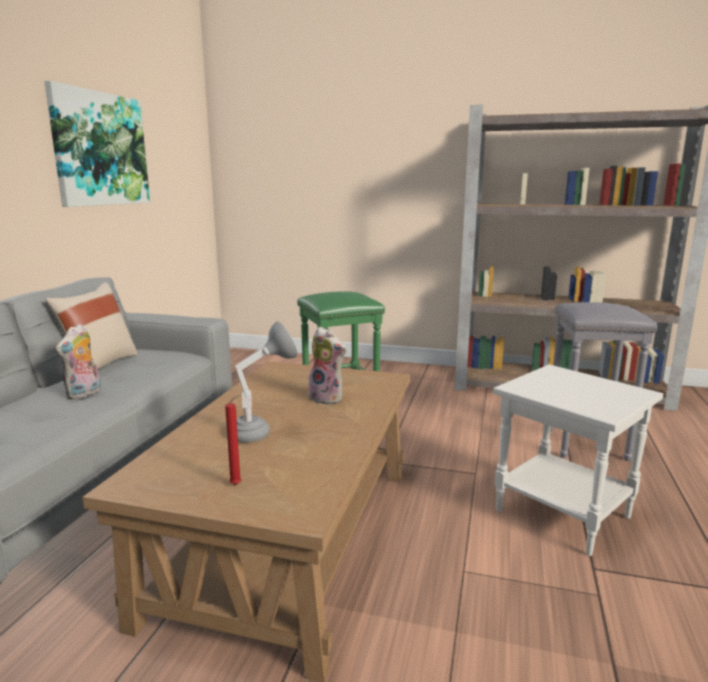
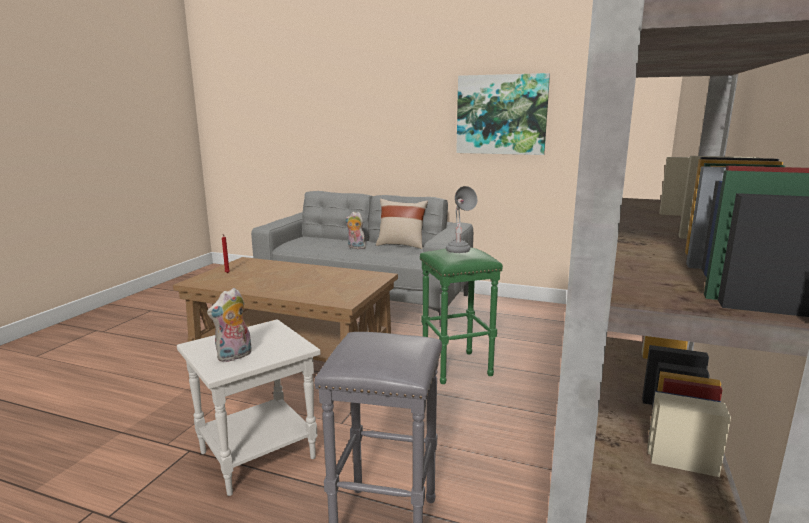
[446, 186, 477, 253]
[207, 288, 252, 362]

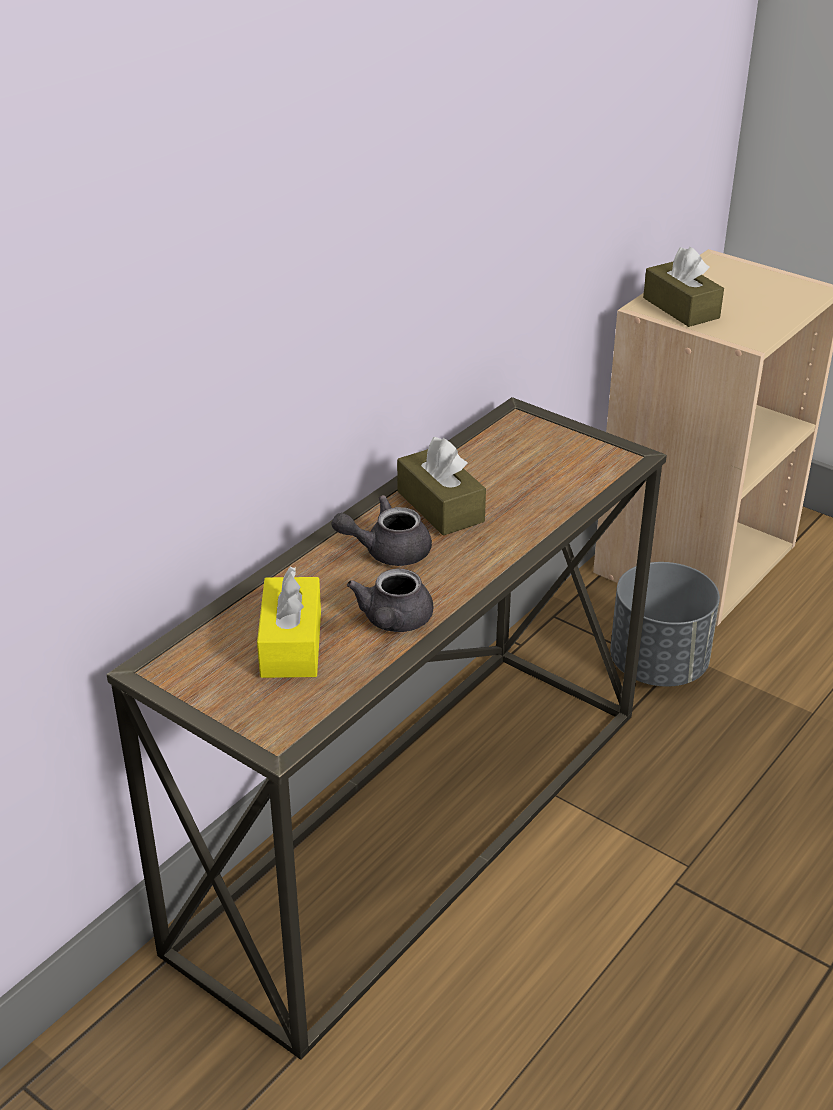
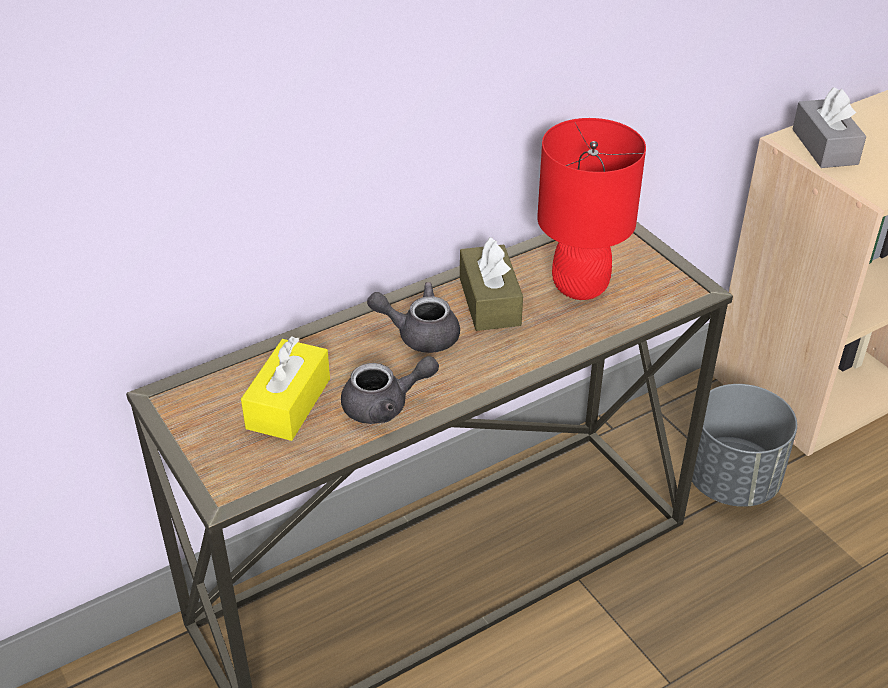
[341, 356, 439, 424]
[792, 87, 866, 168]
[537, 118, 646, 300]

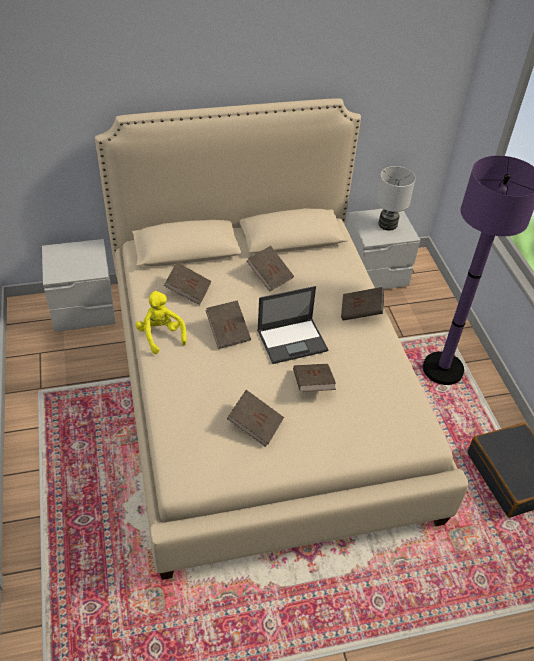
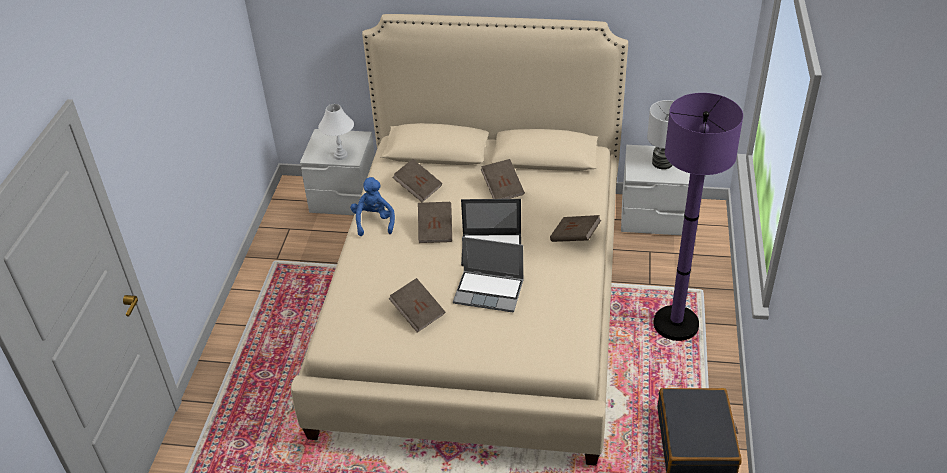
[350, 177, 395, 236]
[453, 237, 524, 312]
[318, 104, 354, 160]

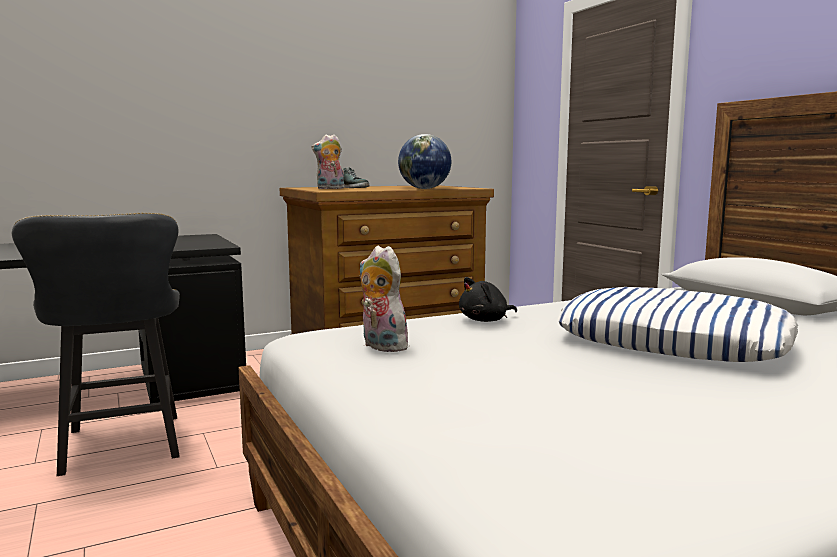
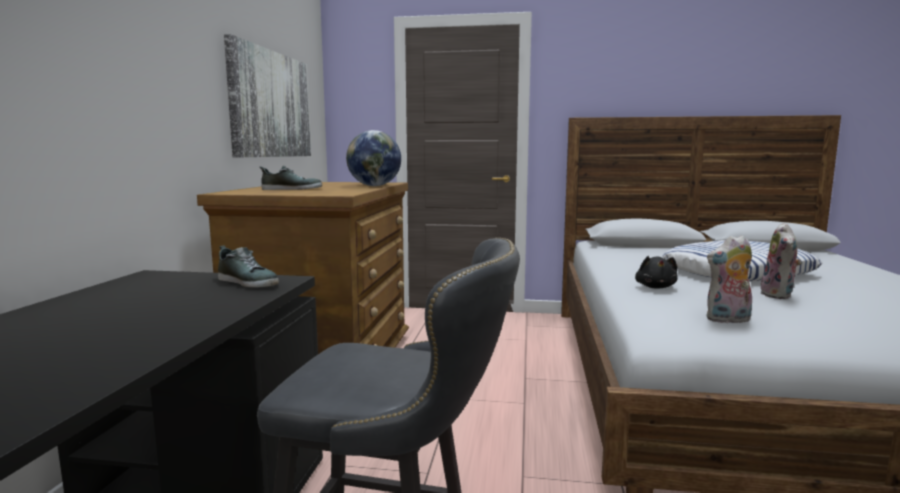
[760, 223, 802, 299]
[218, 246, 279, 288]
[224, 34, 311, 157]

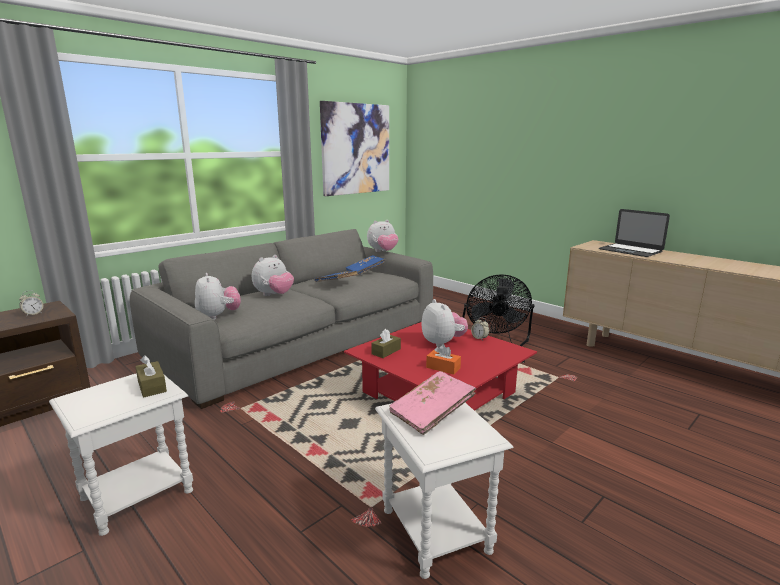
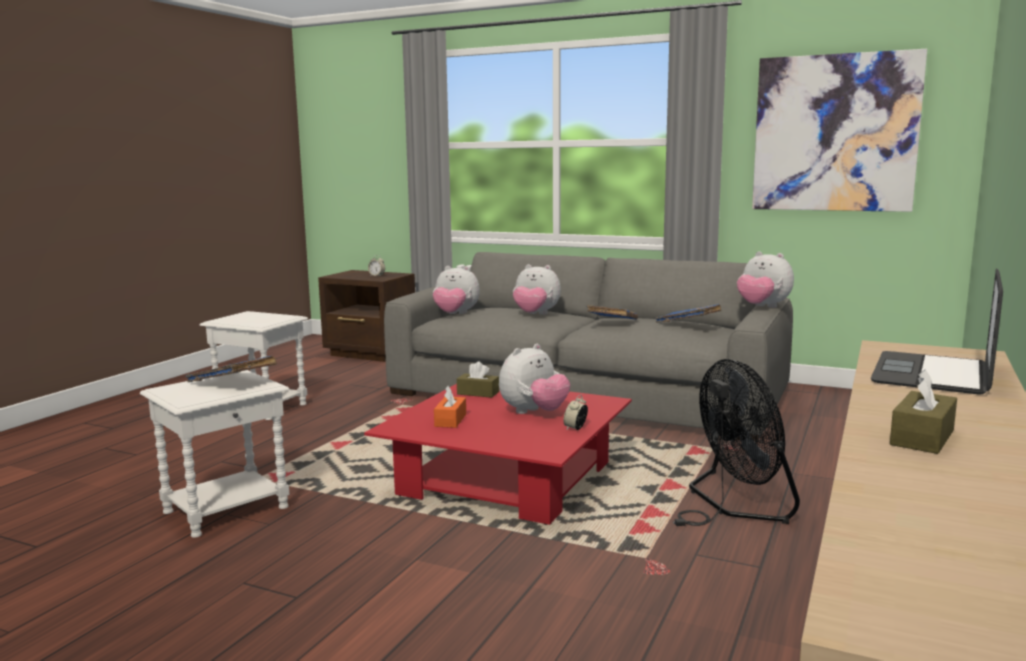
[890, 369, 957, 454]
[433, 266, 480, 314]
[185, 356, 277, 382]

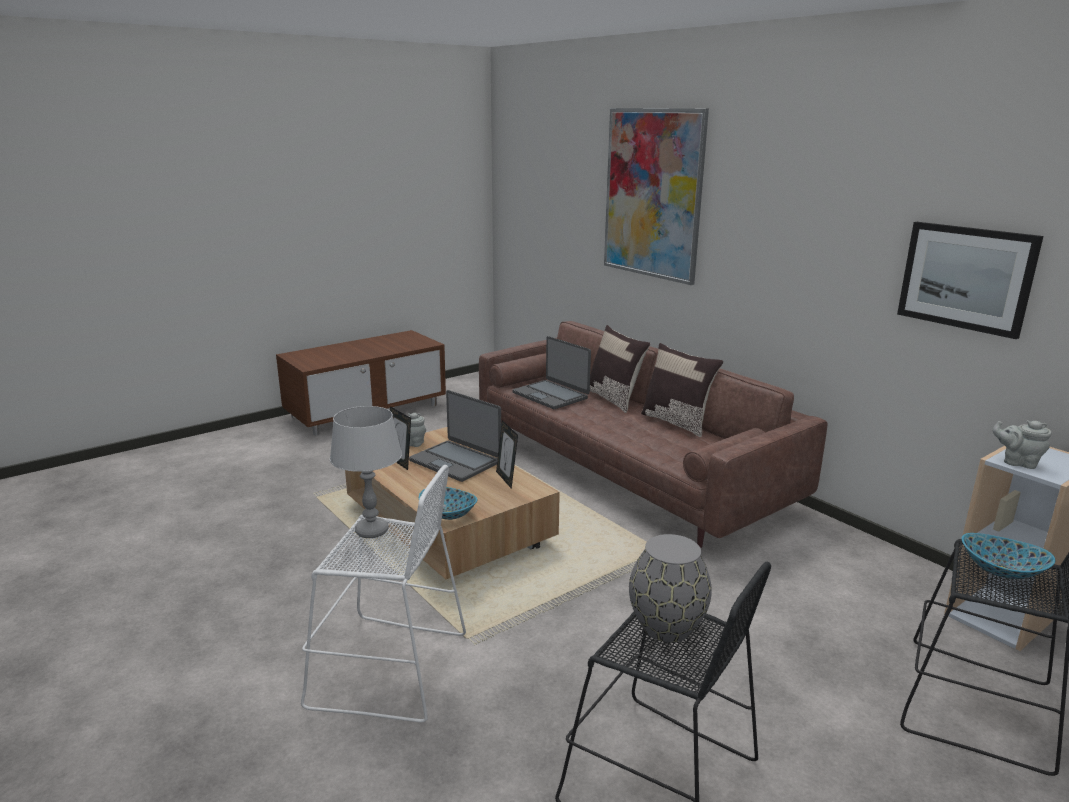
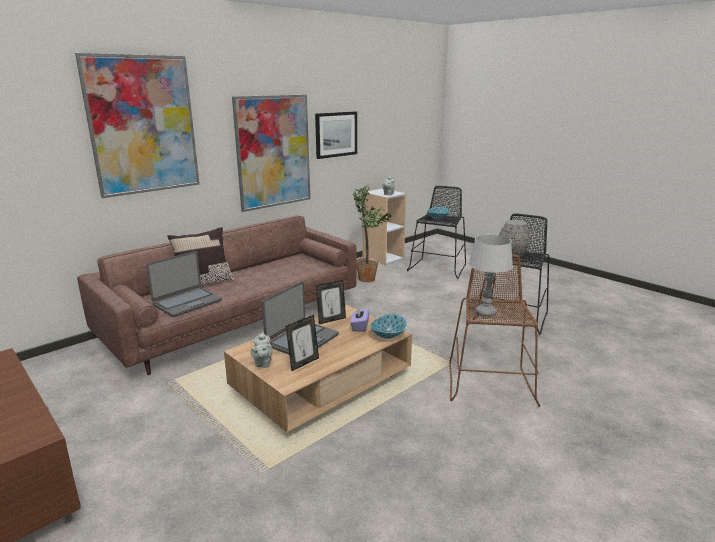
[449, 254, 540, 407]
[641, 343, 723, 437] (first image)
[232, 95, 310, 212]
[351, 306, 369, 332]
[353, 184, 392, 282]

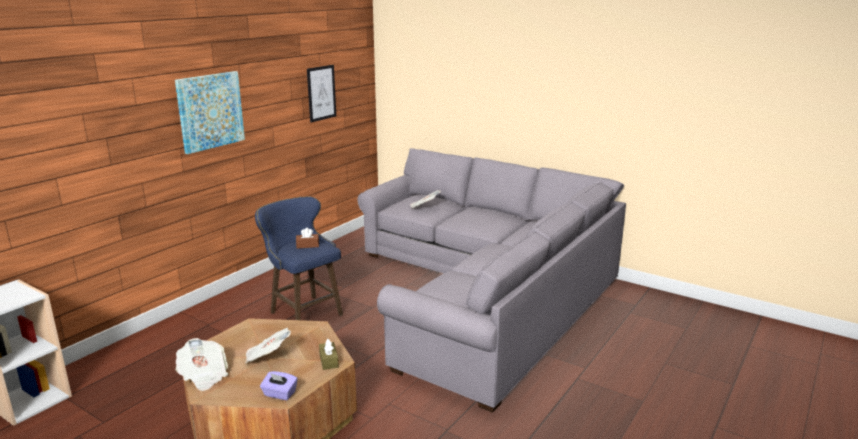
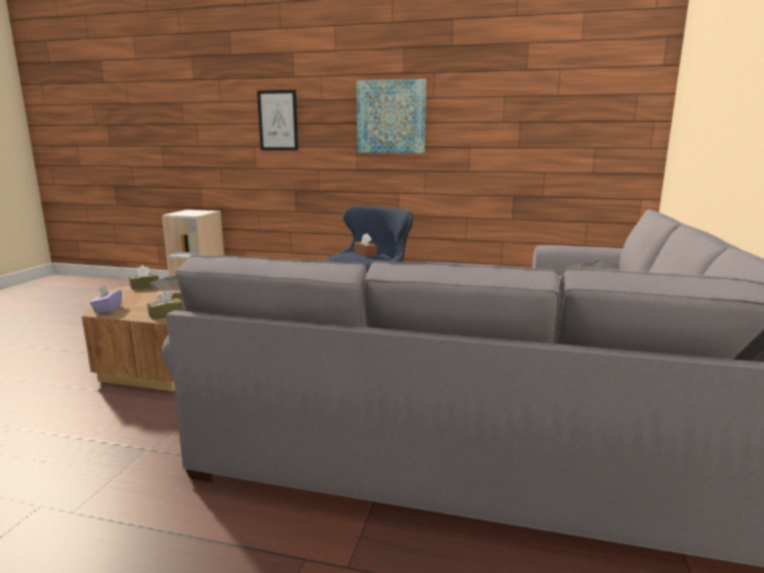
[129, 265, 159, 290]
[257, 90, 298, 151]

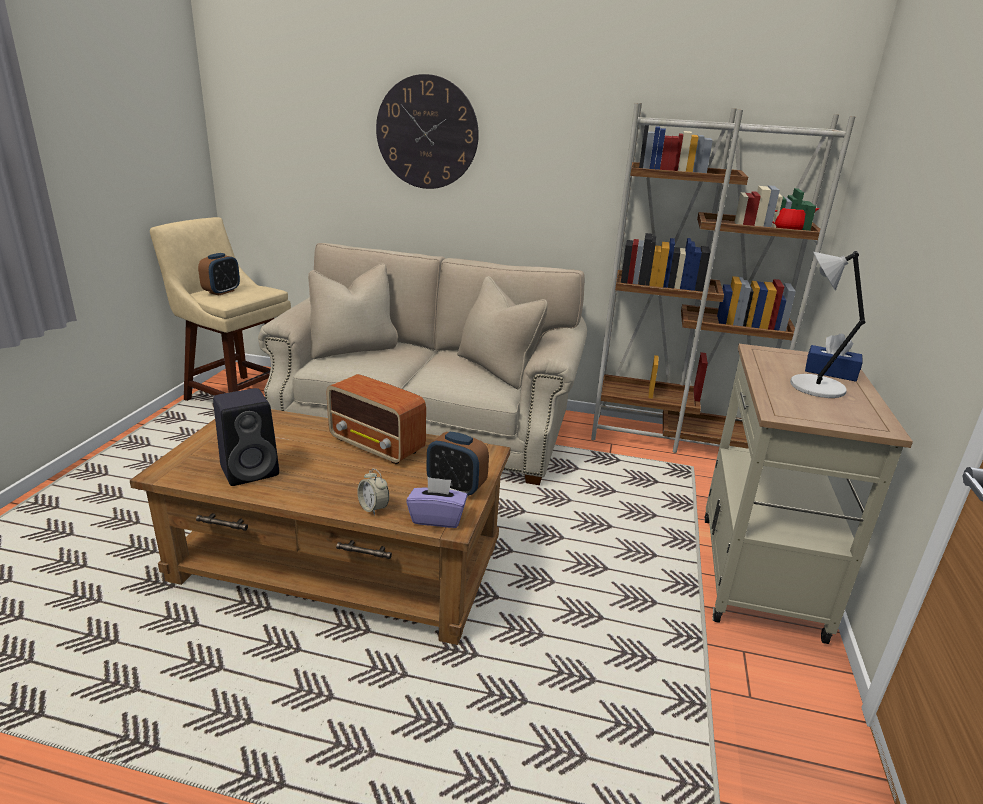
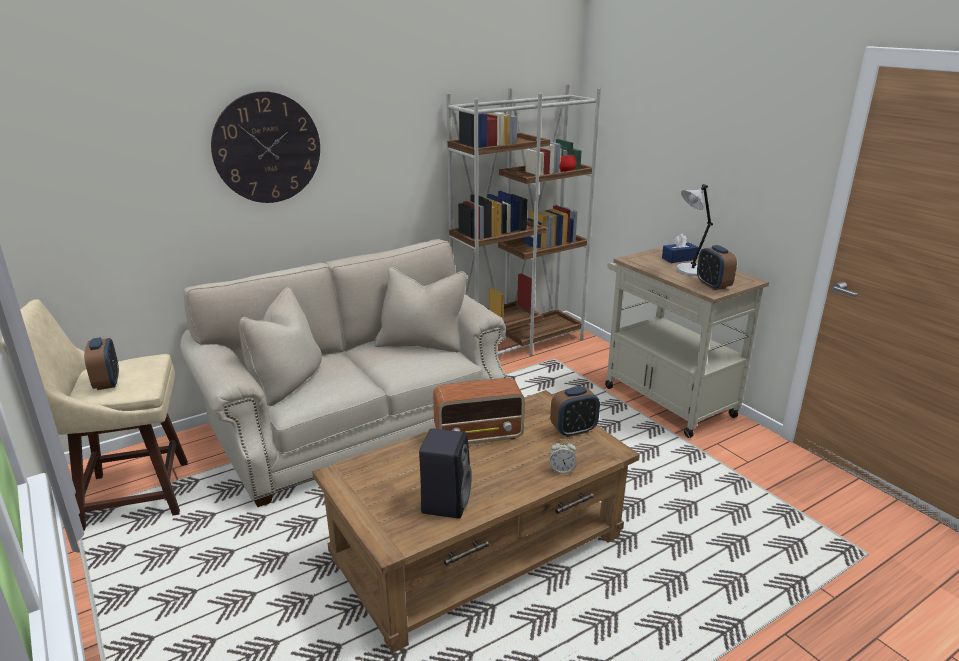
[406, 477, 468, 528] (first image)
[697, 245, 737, 290]

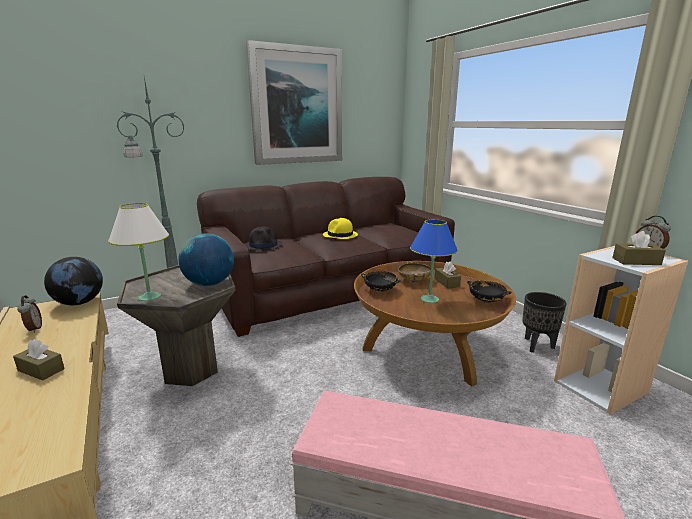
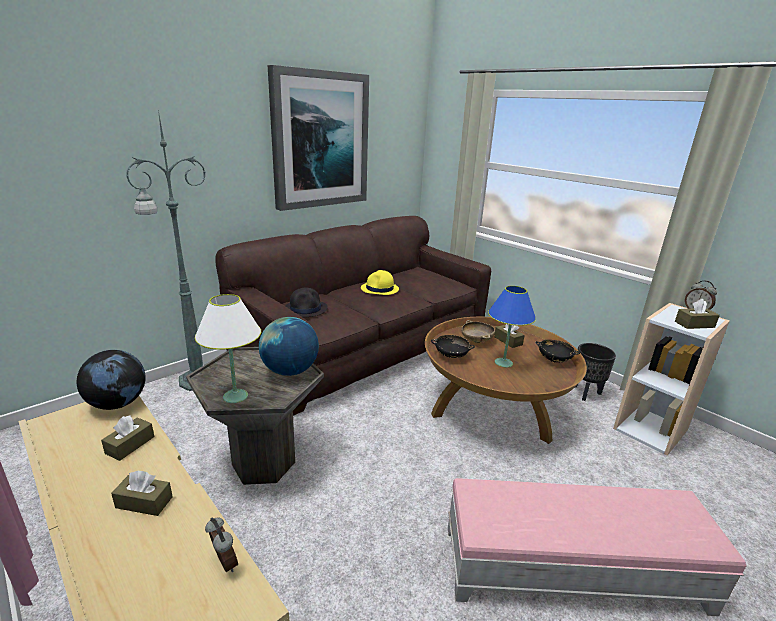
[205, 518, 238, 572]
[101, 416, 154, 461]

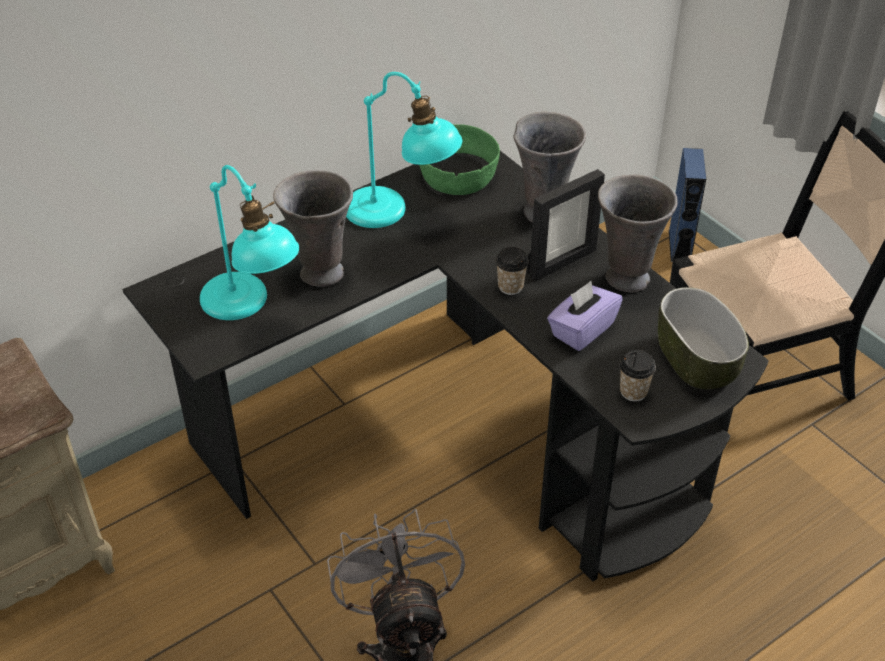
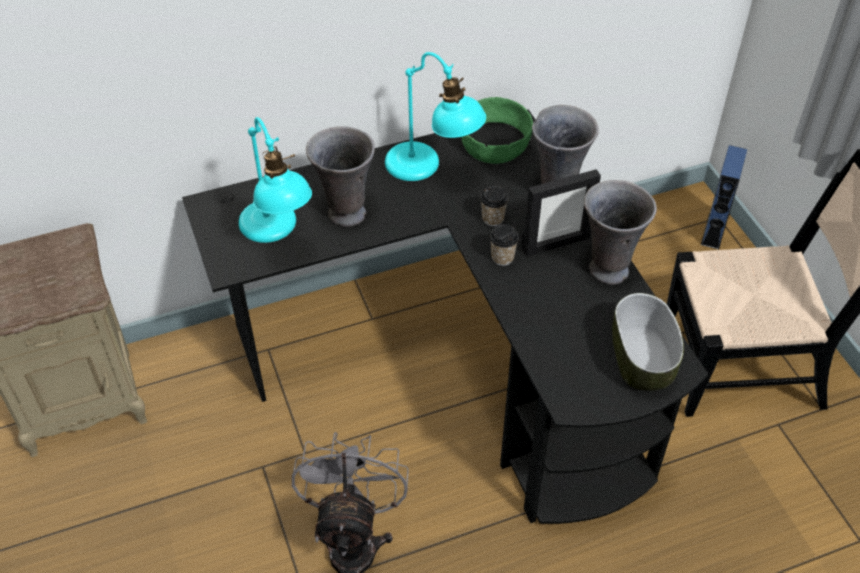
[547, 281, 623, 351] (first image)
[480, 185, 509, 226]

